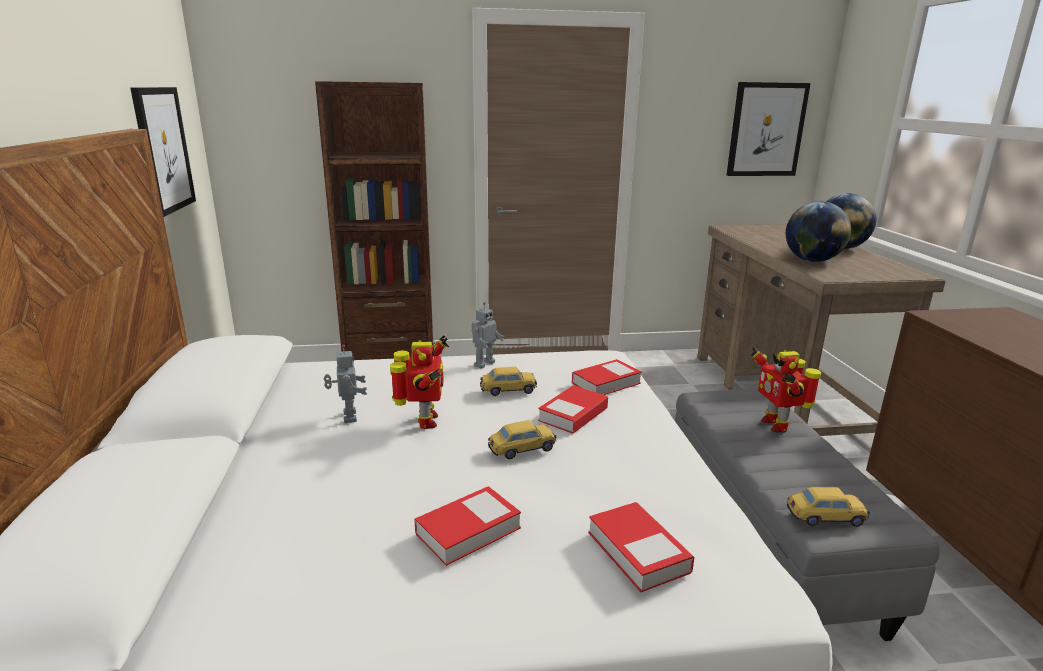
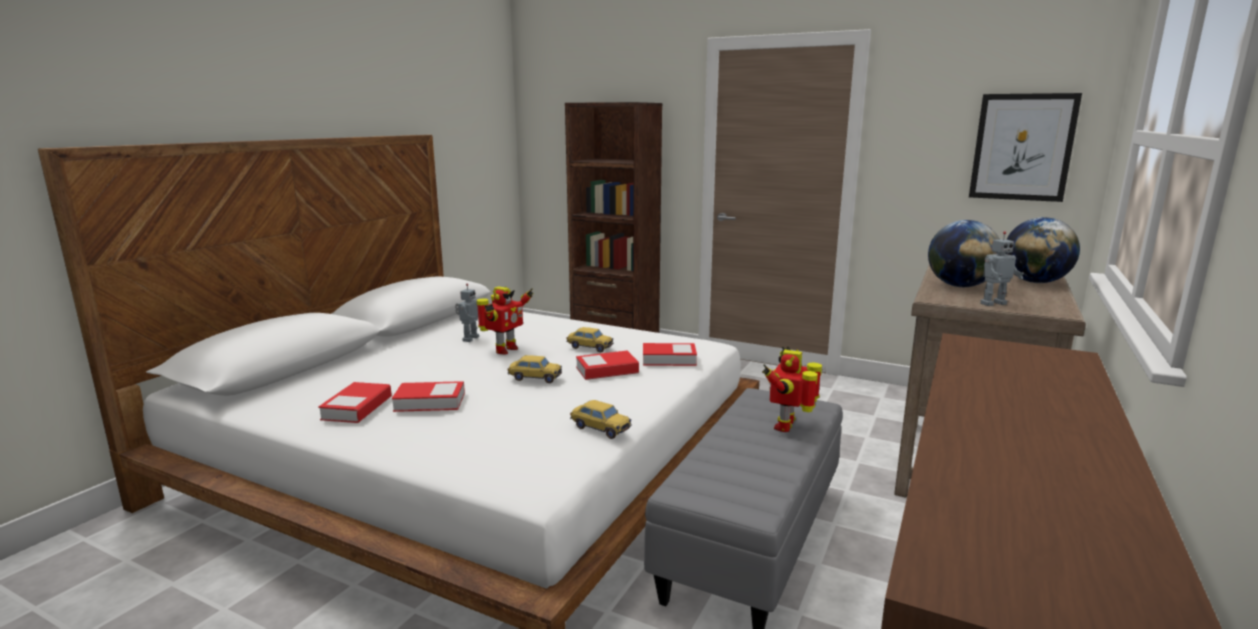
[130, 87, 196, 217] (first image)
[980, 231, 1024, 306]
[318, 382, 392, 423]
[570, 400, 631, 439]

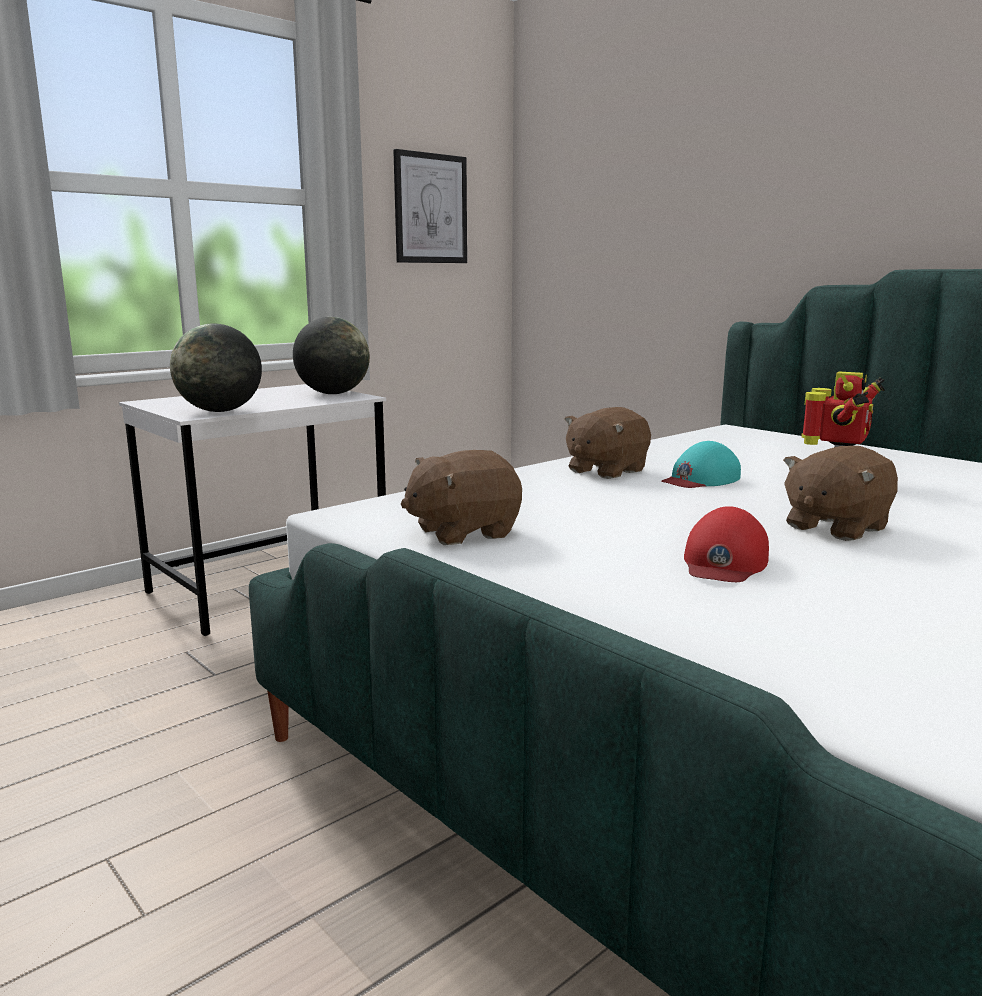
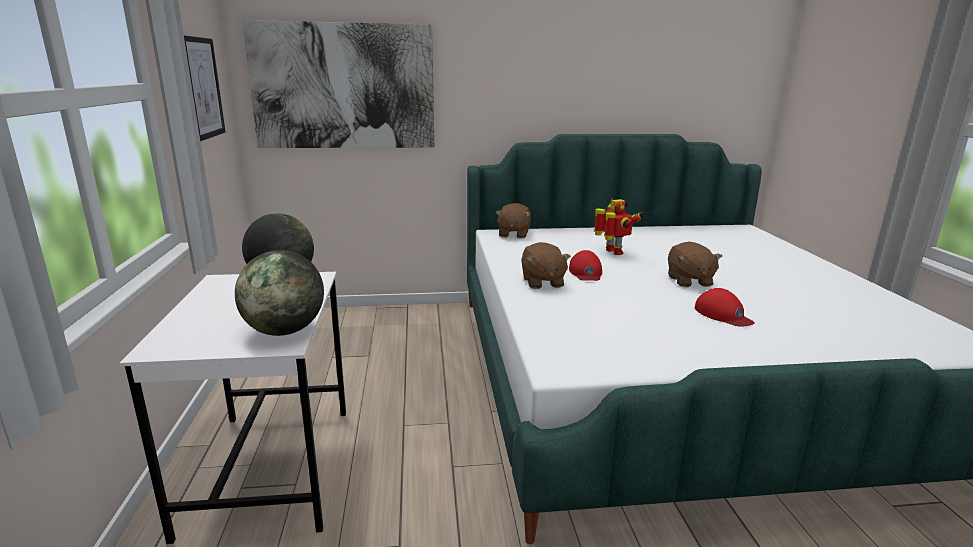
[495, 203, 531, 238]
[569, 250, 602, 281]
[242, 20, 434, 148]

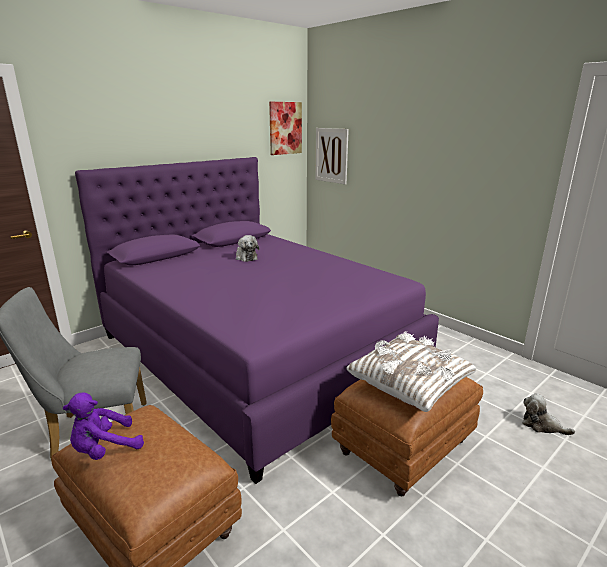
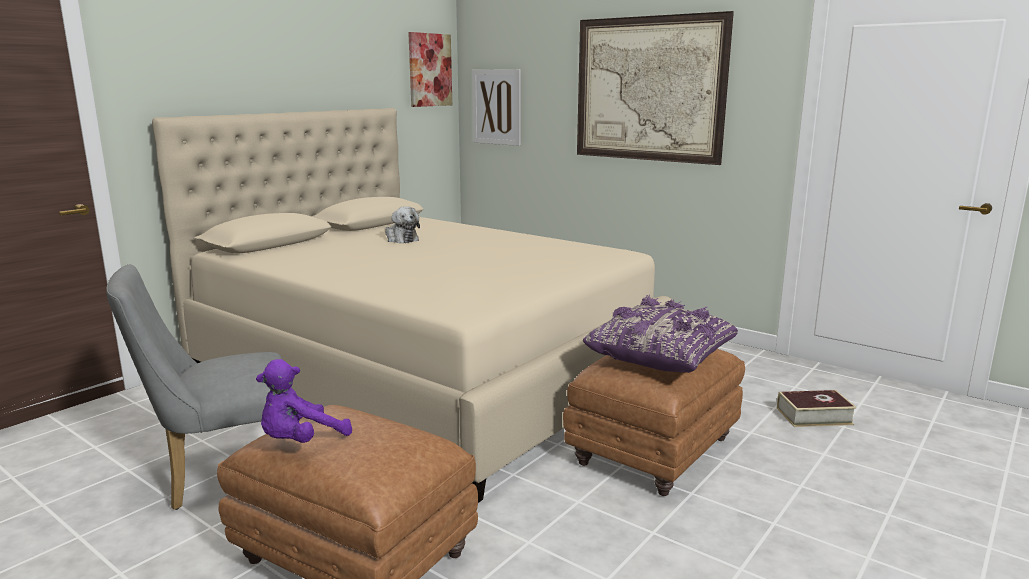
[152, 108, 673, 503]
[583, 295, 738, 373]
[777, 390, 857, 427]
[577, 11, 734, 165]

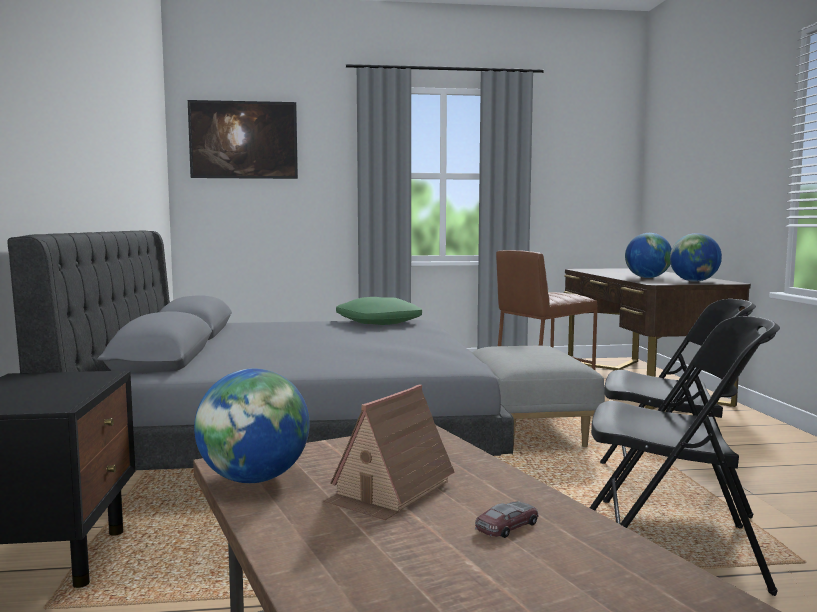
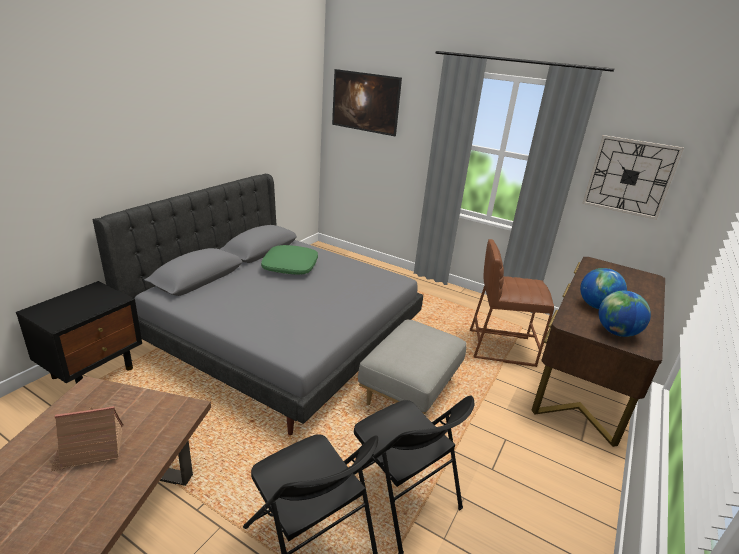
[194, 368, 310, 483] (first image)
[261, 245, 318, 275]
[475, 501, 538, 538] (first image)
[582, 135, 684, 220]

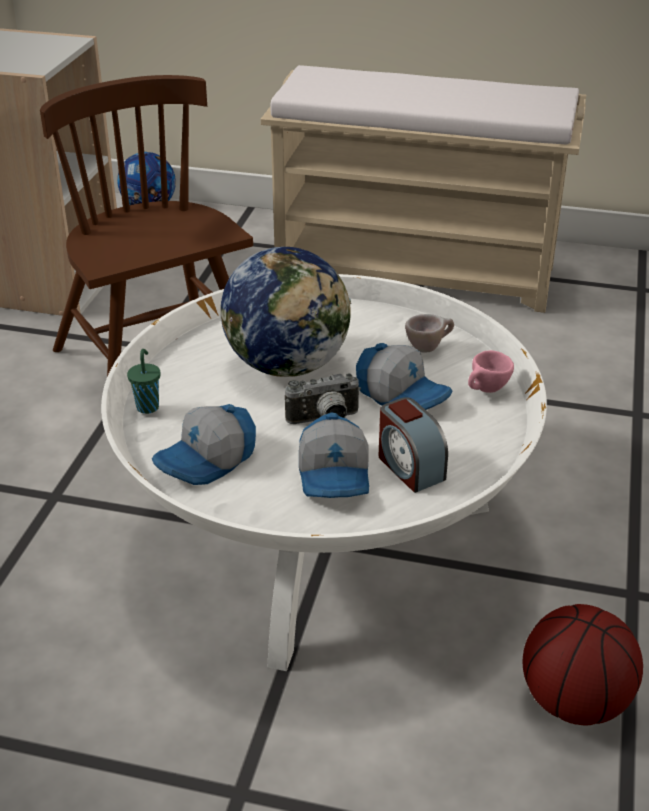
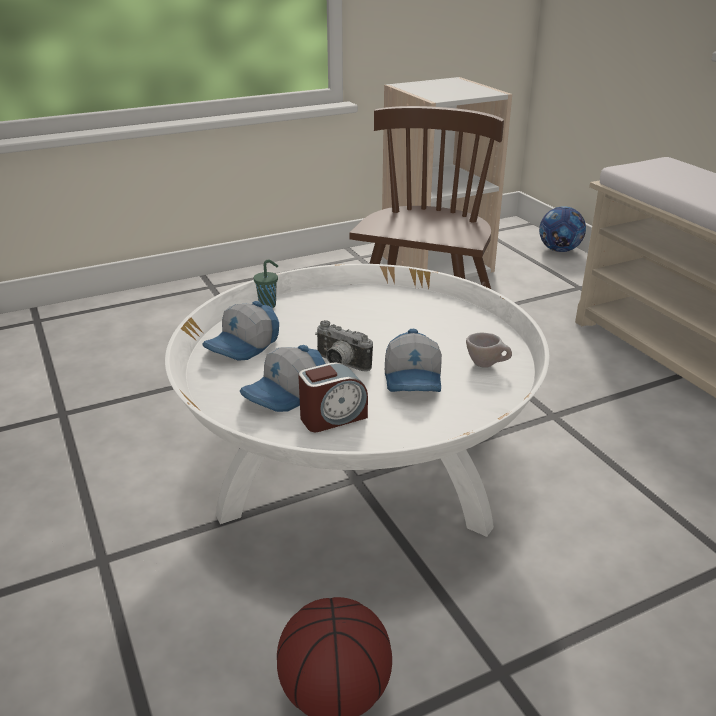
[202, 301, 279, 361]
[221, 247, 352, 377] (first image)
[298, 362, 368, 432]
[468, 350, 514, 393] (first image)

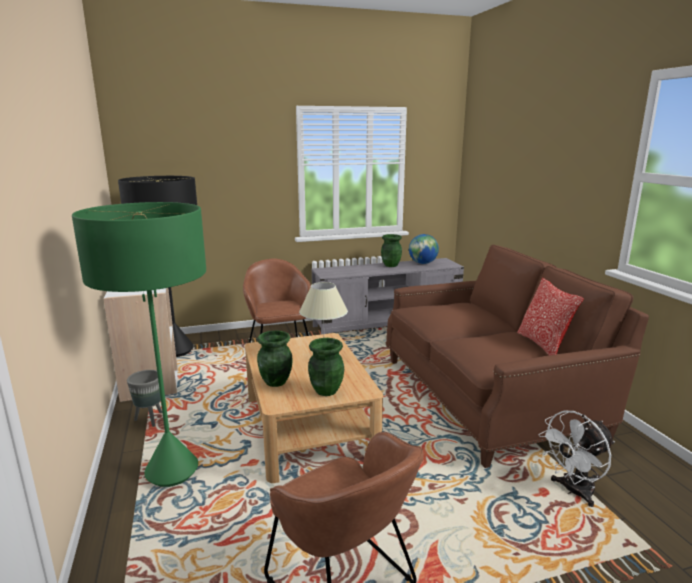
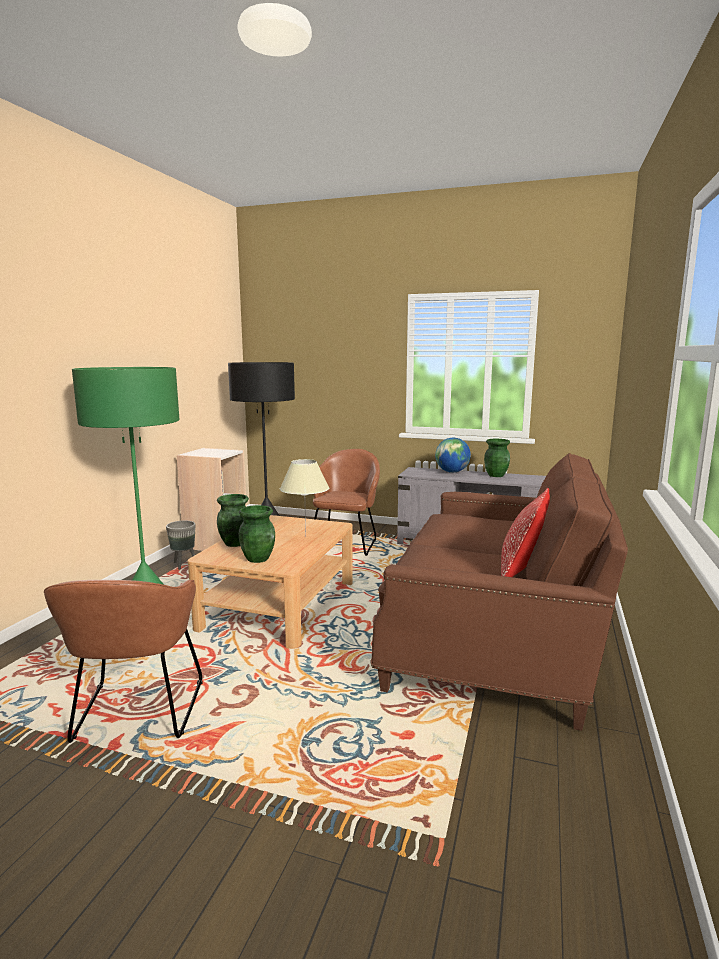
[435, 438, 471, 473]
[538, 411, 615, 507] (first image)

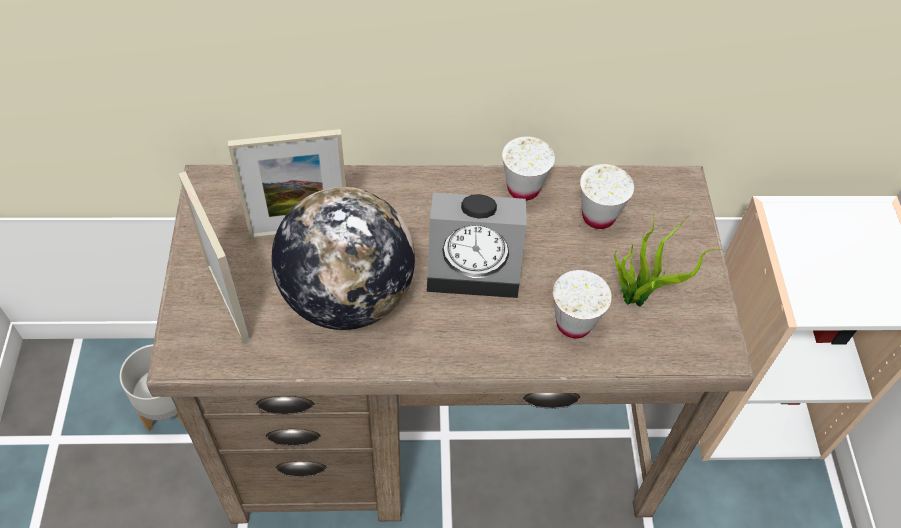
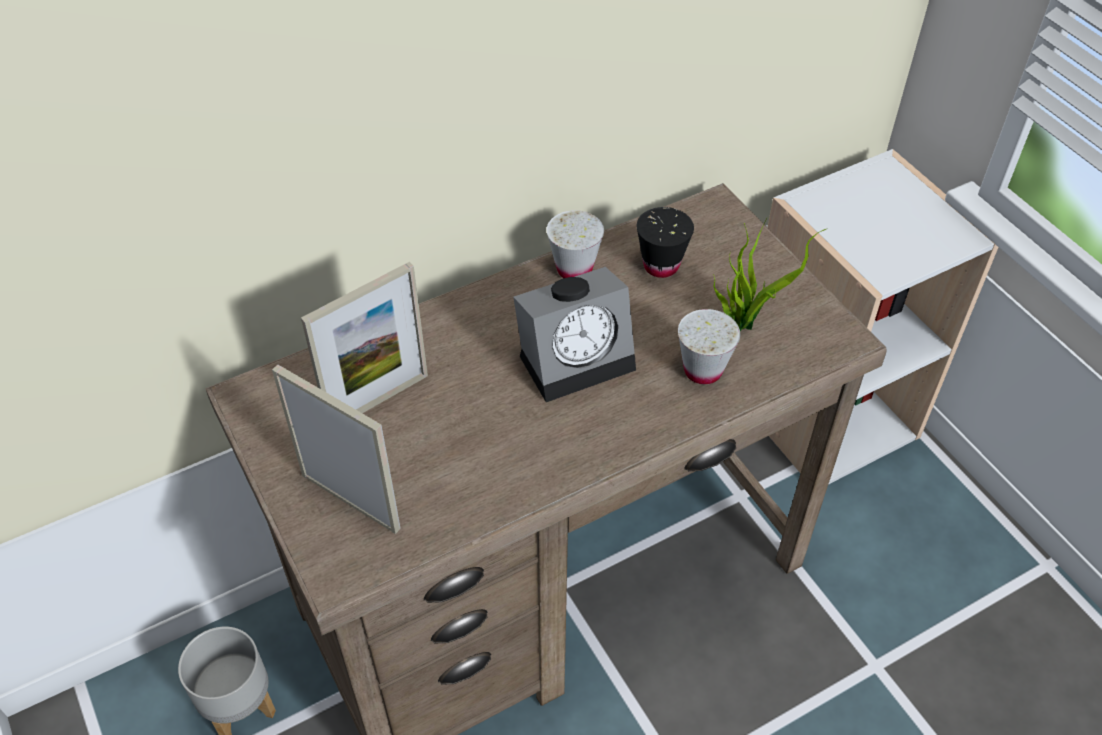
[271, 187, 415, 330] (first image)
[637, 207, 694, 278]

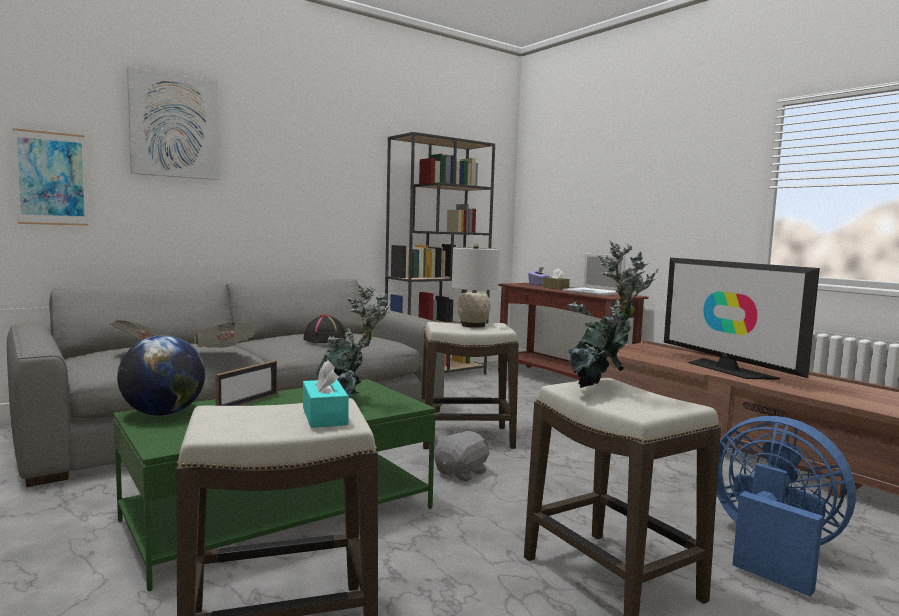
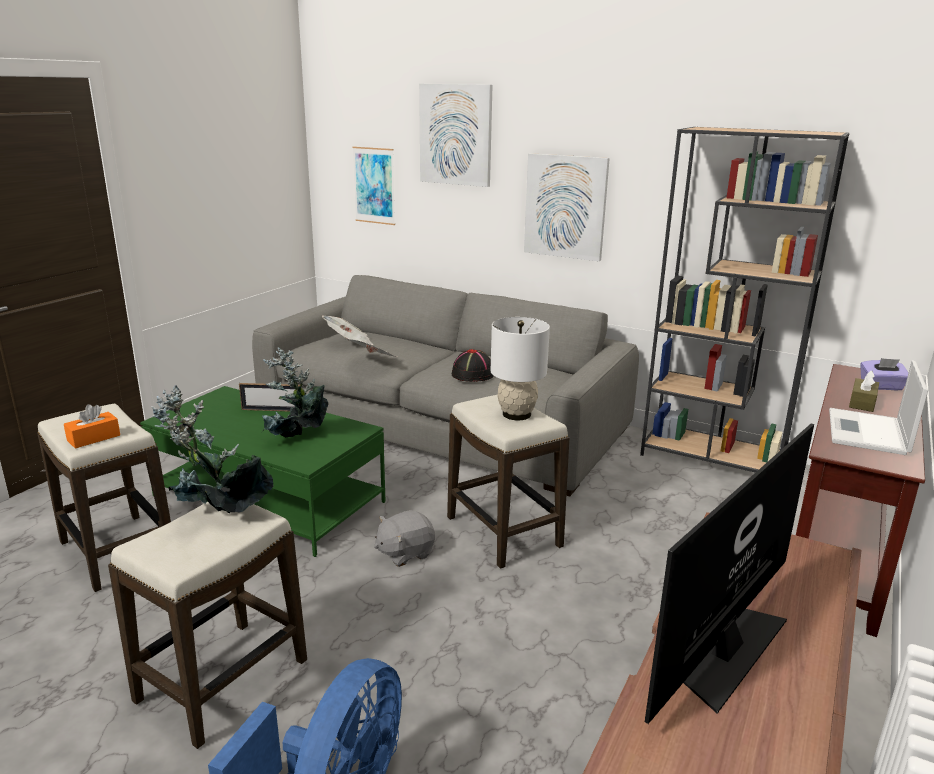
[117, 335, 205, 416] (first image)
[64, 404, 120, 448]
[374, 510, 435, 567]
[524, 153, 610, 261]

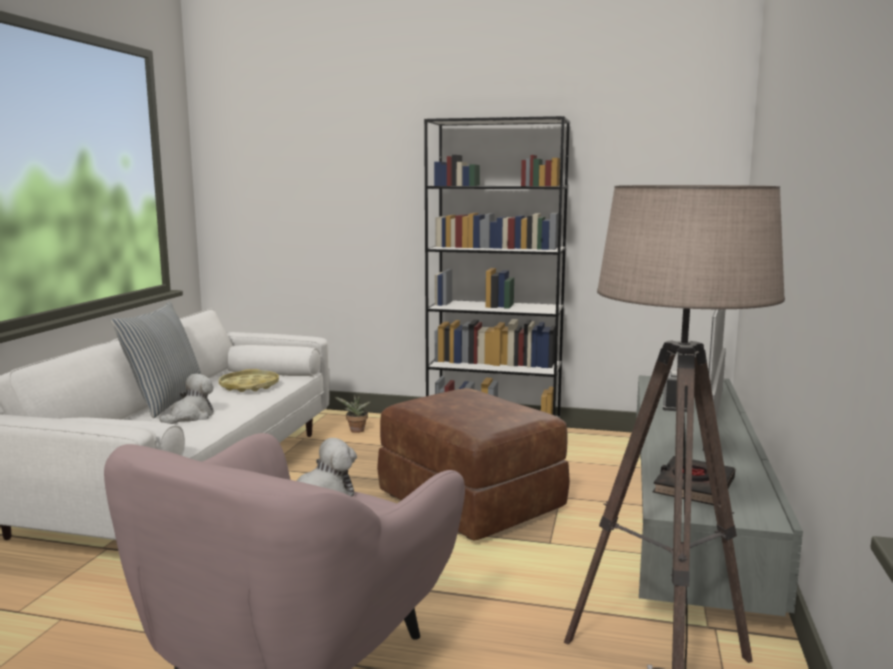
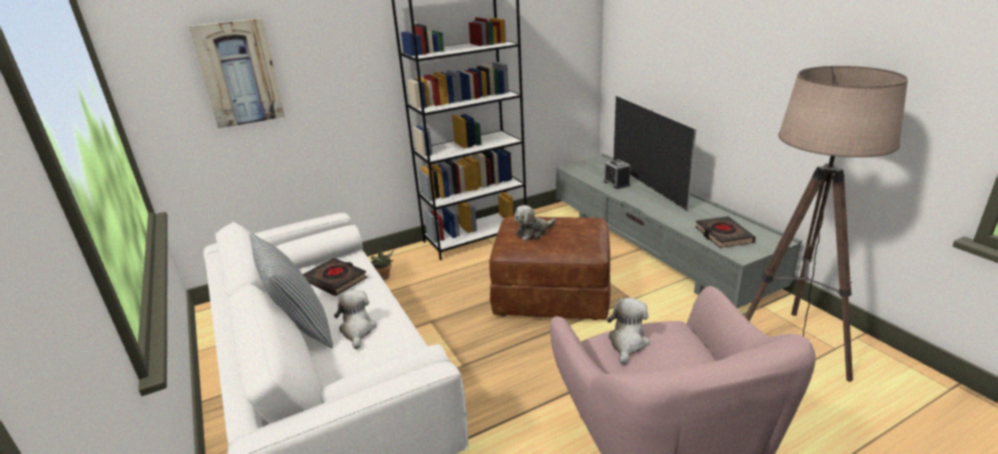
[303, 258, 367, 296]
[189, 18, 285, 129]
[515, 205, 556, 241]

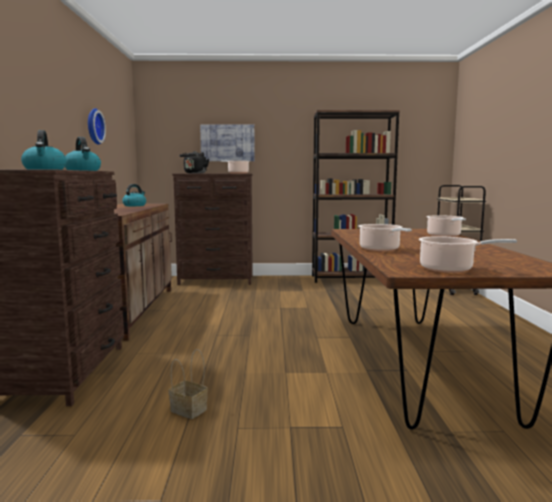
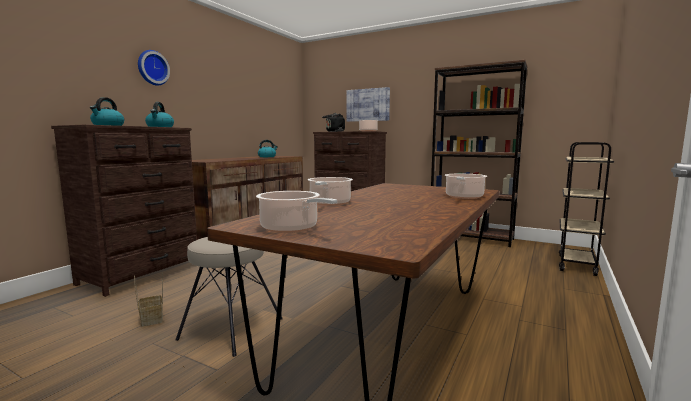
[138, 50, 170, 86]
[175, 237, 283, 357]

